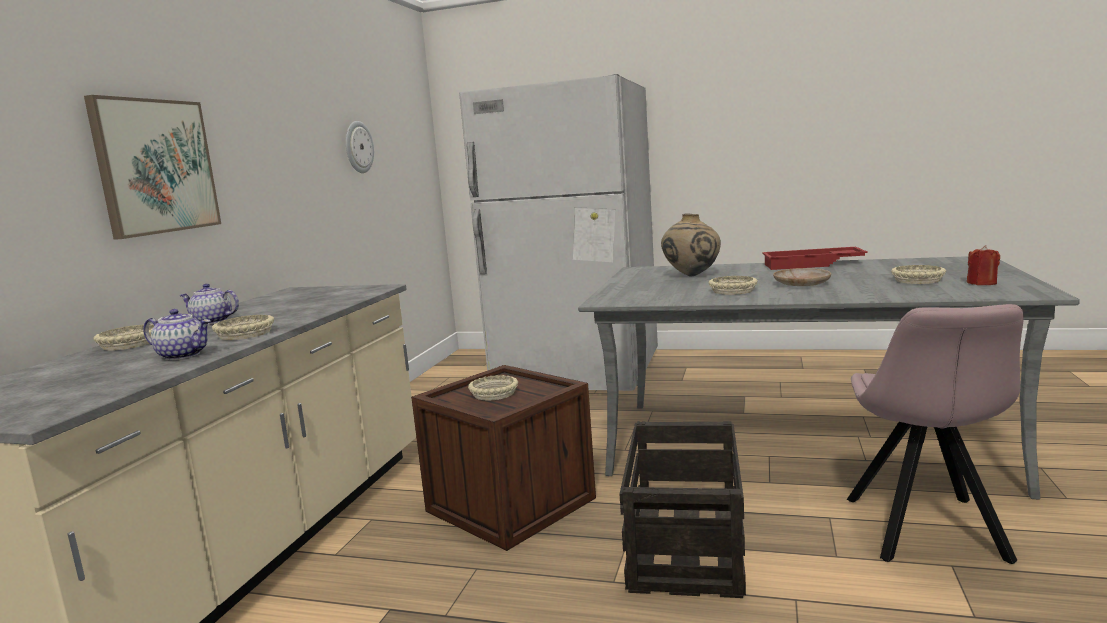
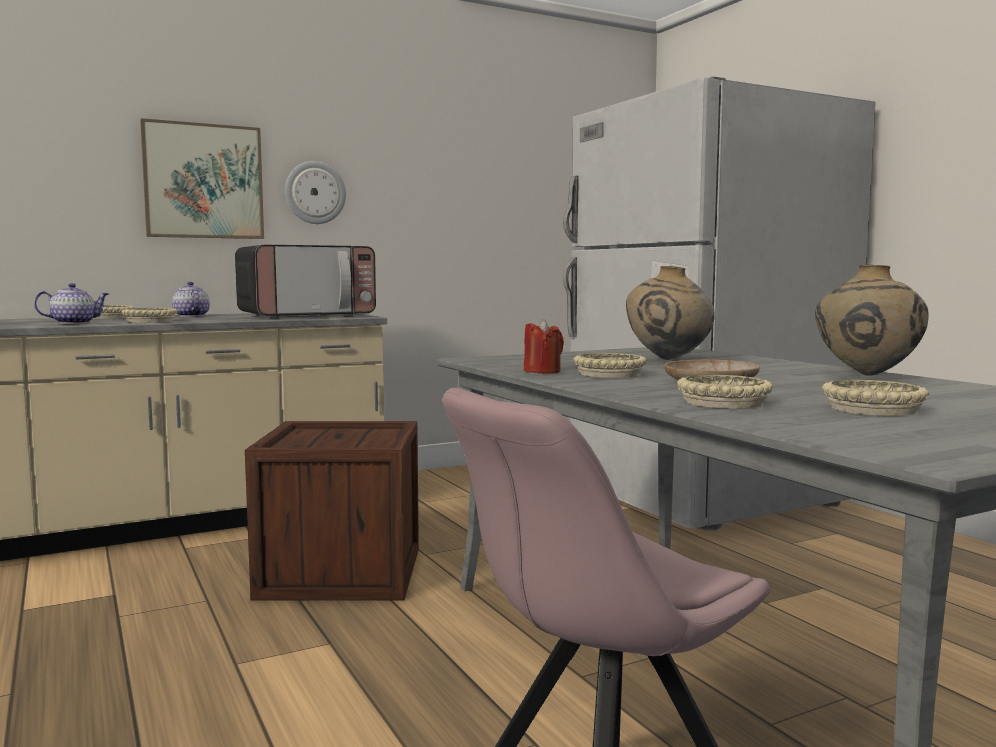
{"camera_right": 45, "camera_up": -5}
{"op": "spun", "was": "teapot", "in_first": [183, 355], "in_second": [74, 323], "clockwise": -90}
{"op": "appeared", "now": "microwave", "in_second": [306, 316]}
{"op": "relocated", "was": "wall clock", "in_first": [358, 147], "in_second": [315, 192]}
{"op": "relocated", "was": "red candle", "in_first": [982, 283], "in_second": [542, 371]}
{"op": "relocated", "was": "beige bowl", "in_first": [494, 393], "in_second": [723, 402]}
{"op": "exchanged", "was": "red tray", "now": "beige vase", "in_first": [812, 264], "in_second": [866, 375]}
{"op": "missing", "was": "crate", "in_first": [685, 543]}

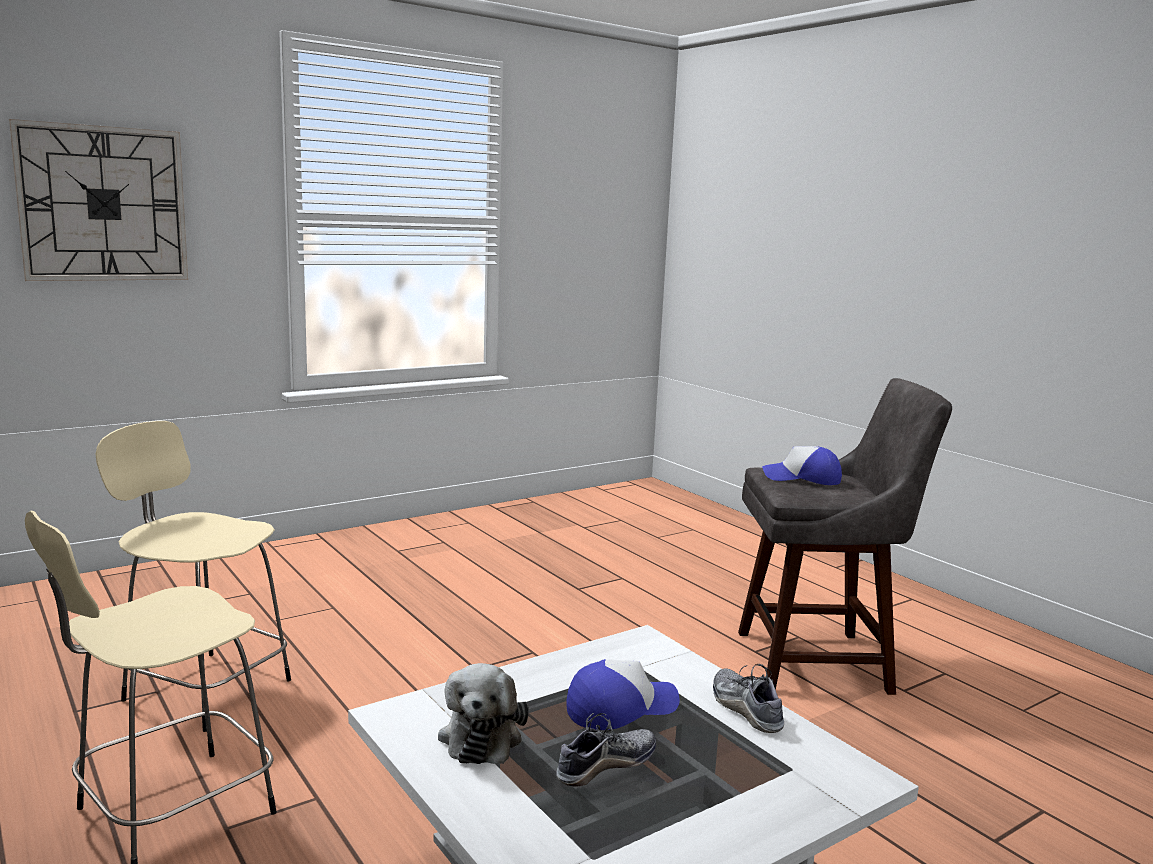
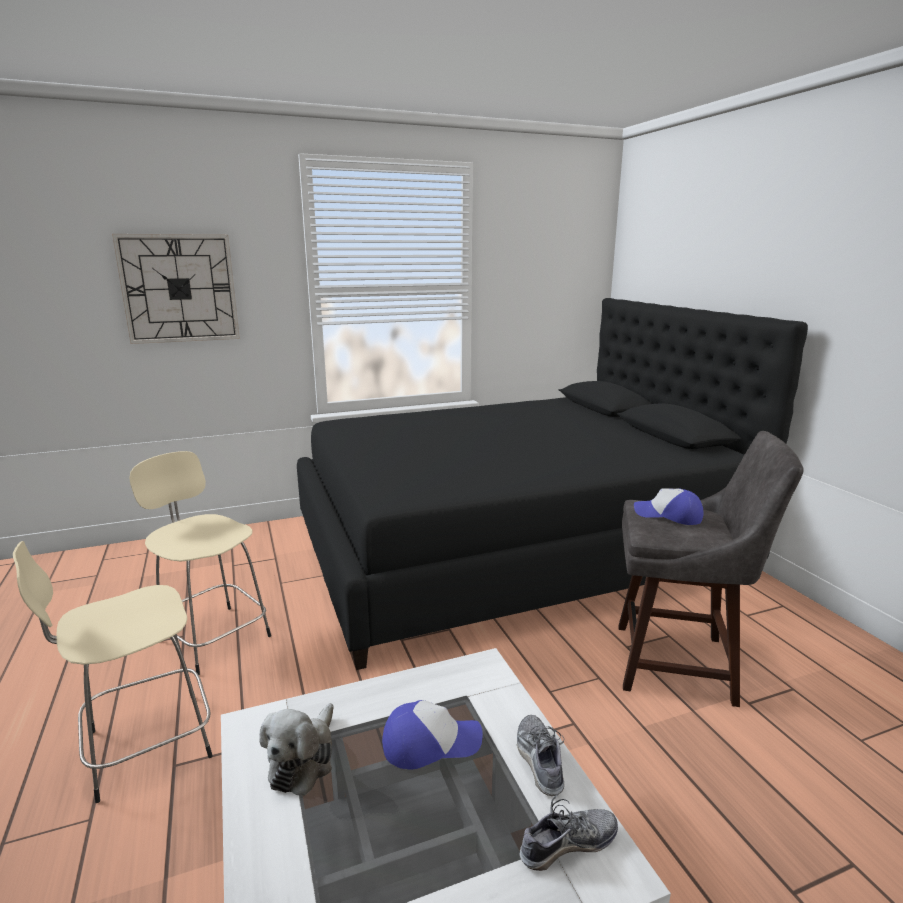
{"camera_right": 15, "camera_up": 5}
{"op": "appeared", "now": "black bed", "in_second": [514, 546]}
{"op": "relocated", "was": "shoe", "in_first": [605, 765], "in_second": [567, 844]}

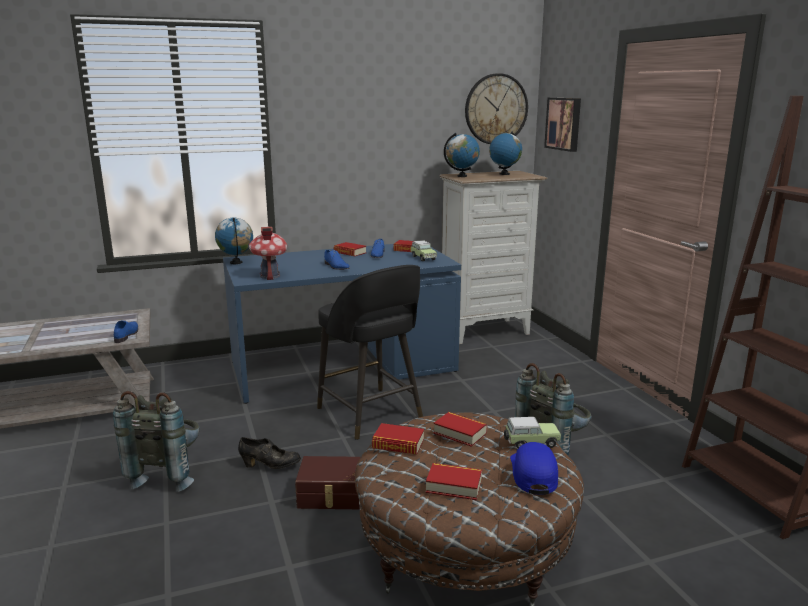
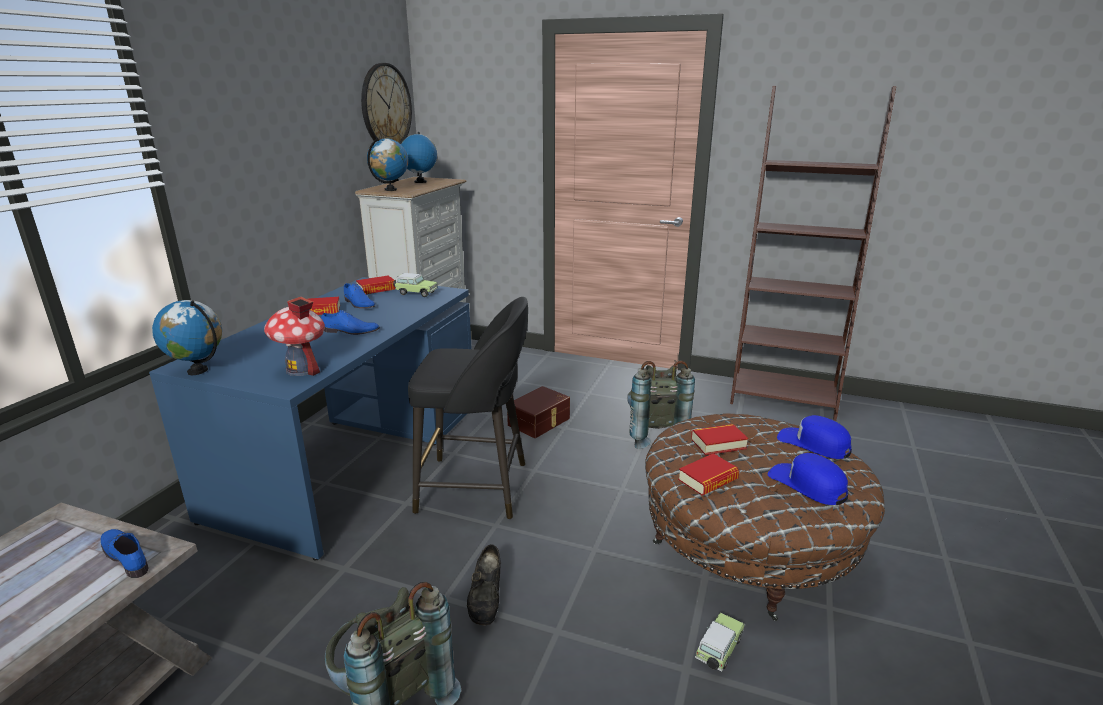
{"camera_right": -50, "camera_up": 5}
{"op": "spun", "was": "black shoe", "in_first": [270, 466], "in_second": [486, 601], "clockwise": 135}
{"op": "relocated", "was": "brown storage box", "in_first": [332, 496], "in_second": [540, 422]}
{"op": "relocated", "was": "toy car", "in_first": [530, 443], "in_second": [718, 651]}
{"op": "exchanged", "was": "book", "now": "blue cap", "in_first": [454, 486], "in_second": [807, 485]}
{"op": "missing", "was": "picture", "in_first": [564, 124]}

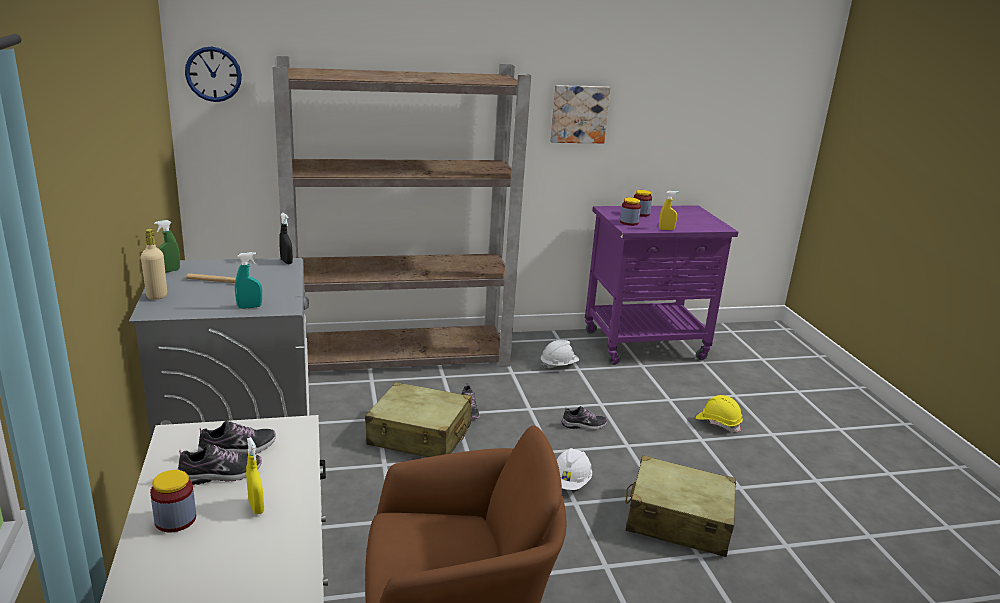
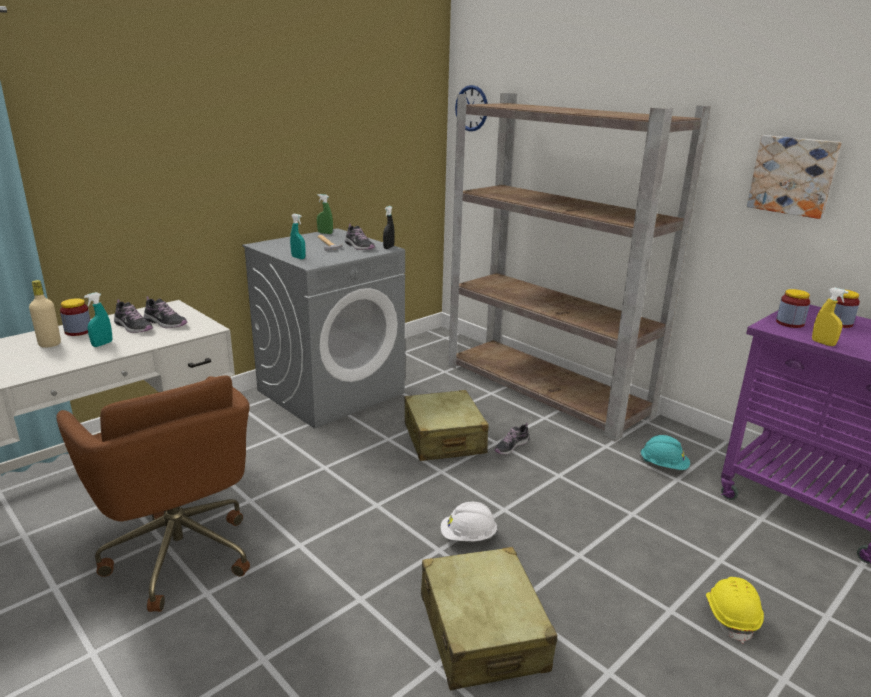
{"camera_right": 60, "camera_up": 0}
{"op": "relocated", "was": "beige bottle", "in_first": [157, 296], "in_second": [50, 344]}
{"op": "colour", "was": "yellow spray bottle", "now": "turquoise spray bottle", "in_first": [256, 507], "in_second": [102, 344]}
{"op": "relocated", "was": "shoe", "in_first": [584, 425], "in_second": [359, 246]}
{"op": "colour", "was": "white hard hat", "now": "turquoise hard hat", "in_first": [558, 365], "in_second": [663, 466]}

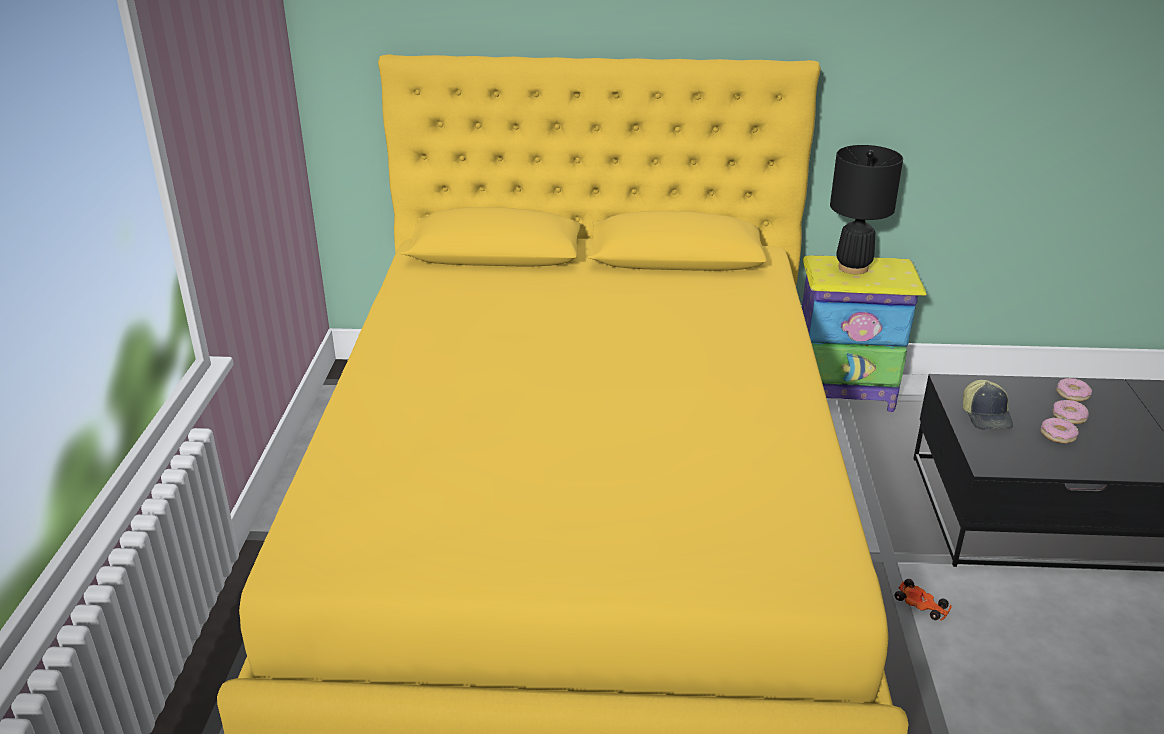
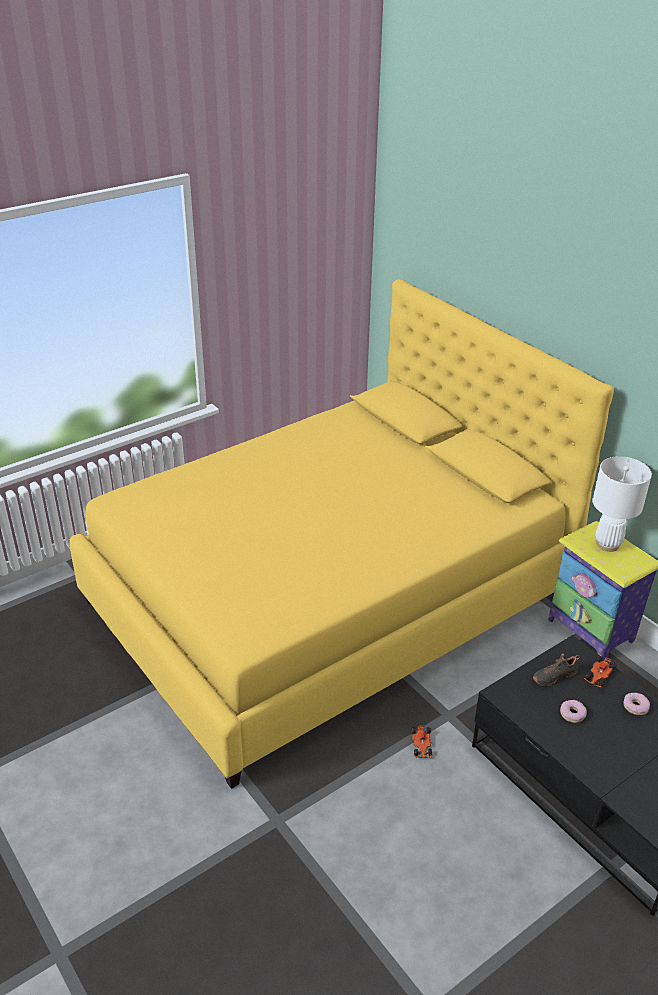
{"camera_right": 50, "camera_up": 5}
{"op": "exchanged", "was": "cap", "now": "black shoe", "in_first": [986, 416], "in_second": [553, 675]}
{"op": "appeared", "now": "toy car", "in_second": [599, 675]}
{"op": "colour", "was": "black table lamp", "now": "white table lamp", "in_first": [853, 267], "in_second": [607, 544]}
{"op": "missing", "was": "donut", "in_first": [1069, 416]}

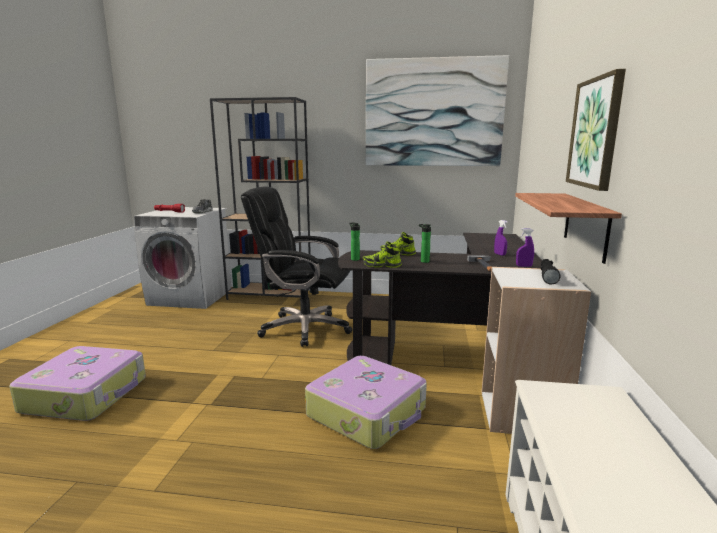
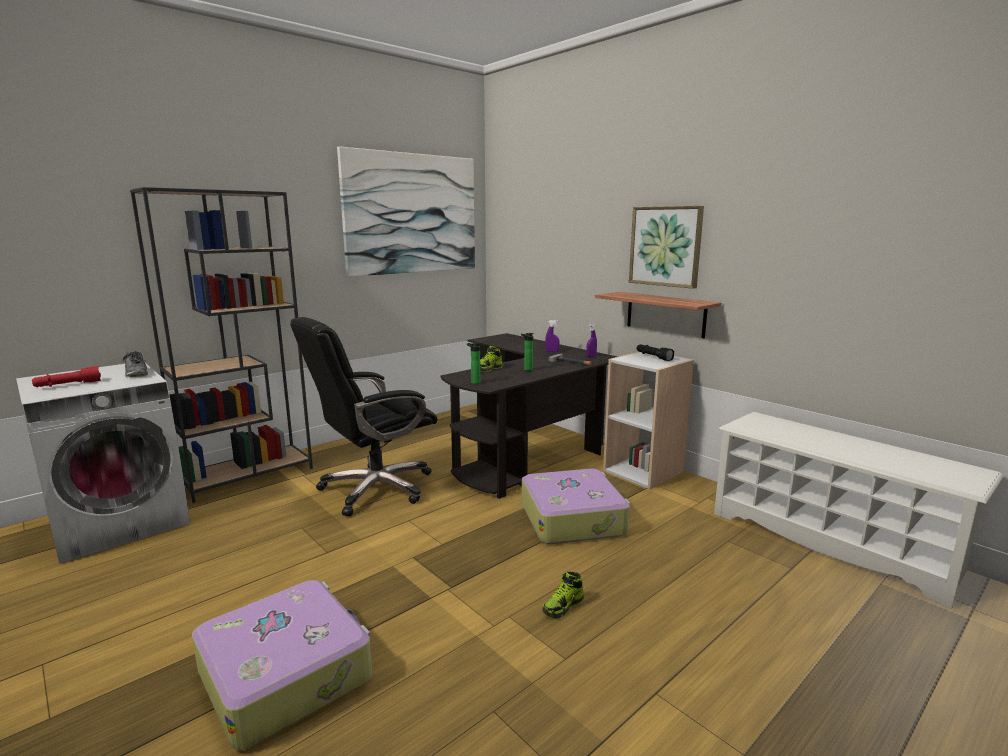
{"camera_right": -50, "camera_up": 0}
{"op": "relocated", "was": "shoe", "in_first": [382, 265], "in_second": [563, 606]}

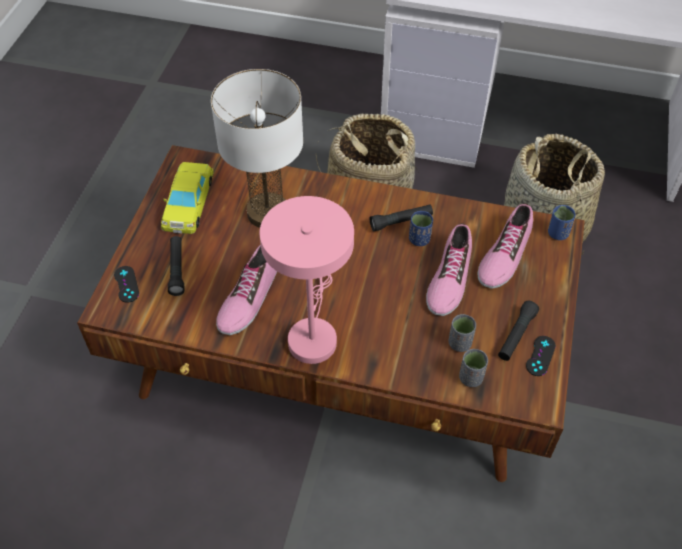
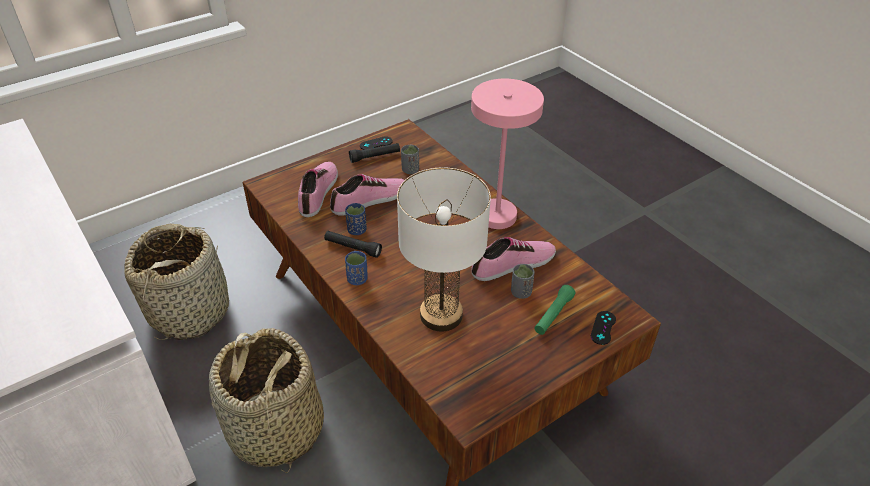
{"camera_right": -140, "camera_up": -10}
{"op": "spun", "was": "shoe", "in_first": [504, 254], "in_second": [319, 192], "clockwise": -60}
{"op": "relocated", "was": "blue cup", "in_first": [557, 233], "in_second": [357, 279]}
{"op": "relocated", "was": "grey cup", "in_first": [471, 378], "in_second": [521, 292]}
{"op": "colour", "was": "black flashlight", "now": "green flashlight", "in_first": [177, 269], "in_second": [553, 315]}
{"op": "missing", "was": "yellow toy car", "in_first": [188, 202]}

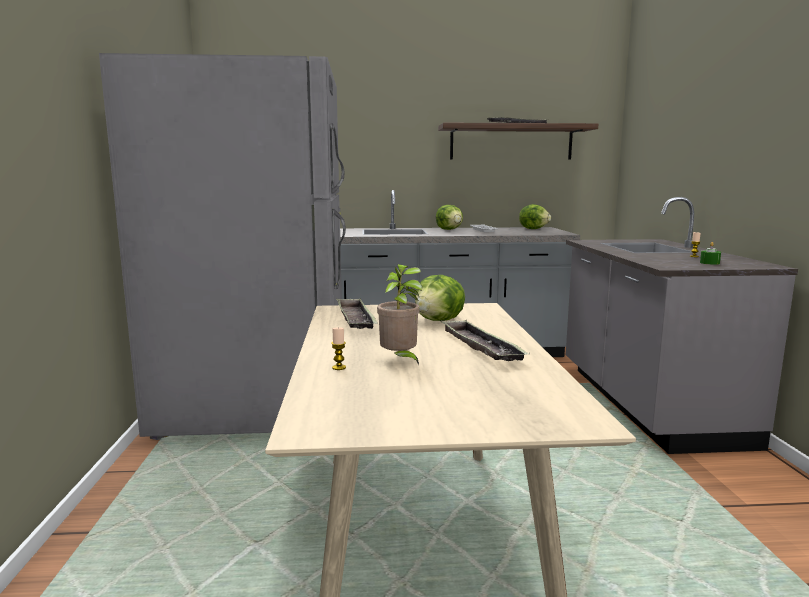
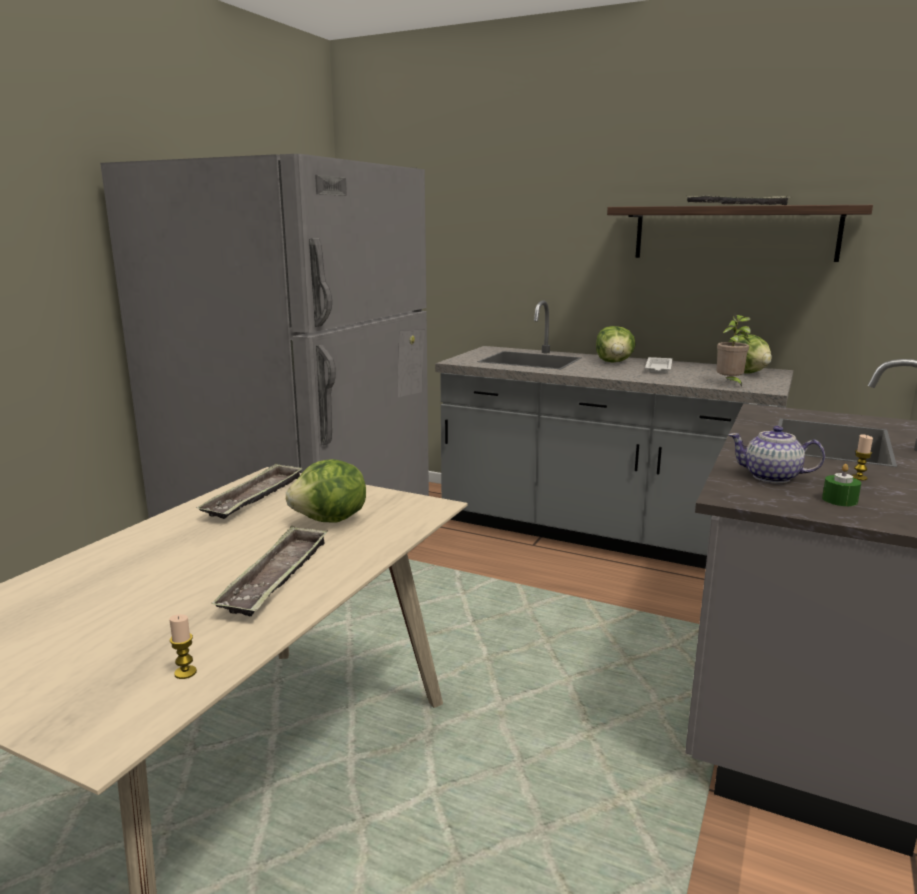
{"camera_right": 30, "camera_up": 5}
{"op": "relocated", "was": "candle", "in_first": [339, 367], "in_second": [185, 672]}
{"op": "relocated", "was": "potted plant", "in_first": [400, 360], "in_second": [729, 384]}
{"op": "appeared", "now": "teapot", "in_second": [772, 477]}

